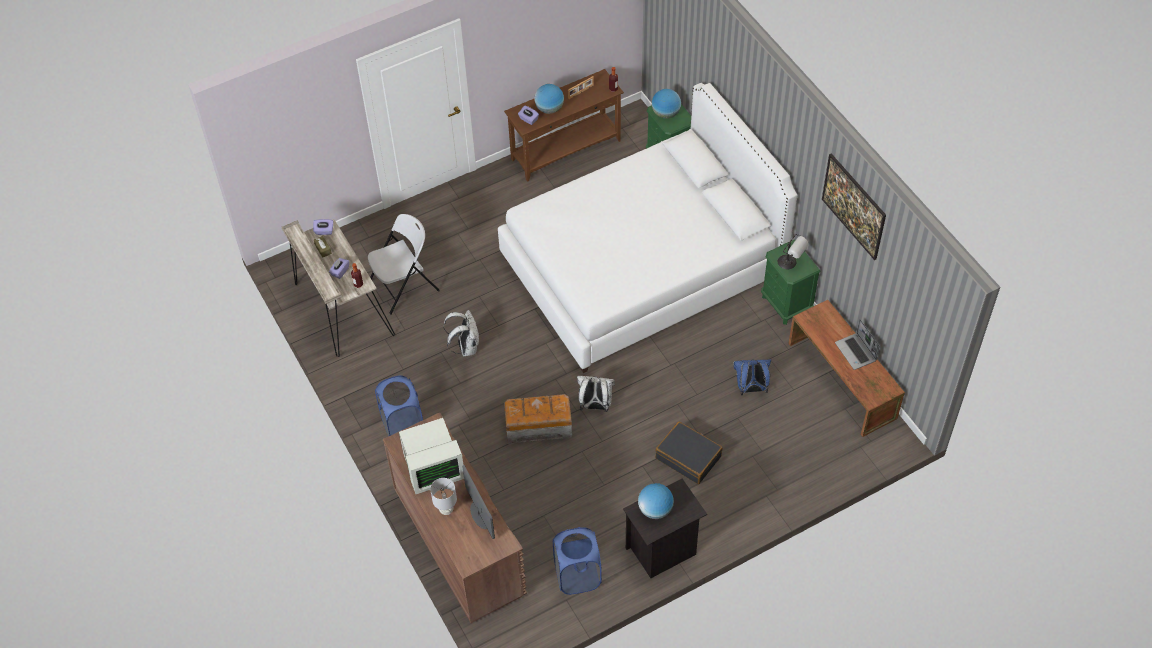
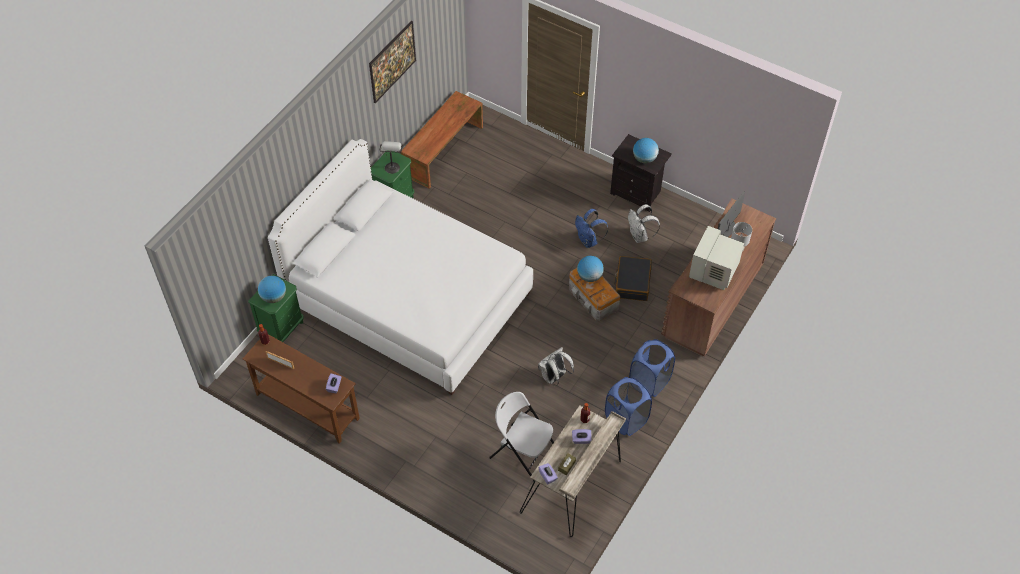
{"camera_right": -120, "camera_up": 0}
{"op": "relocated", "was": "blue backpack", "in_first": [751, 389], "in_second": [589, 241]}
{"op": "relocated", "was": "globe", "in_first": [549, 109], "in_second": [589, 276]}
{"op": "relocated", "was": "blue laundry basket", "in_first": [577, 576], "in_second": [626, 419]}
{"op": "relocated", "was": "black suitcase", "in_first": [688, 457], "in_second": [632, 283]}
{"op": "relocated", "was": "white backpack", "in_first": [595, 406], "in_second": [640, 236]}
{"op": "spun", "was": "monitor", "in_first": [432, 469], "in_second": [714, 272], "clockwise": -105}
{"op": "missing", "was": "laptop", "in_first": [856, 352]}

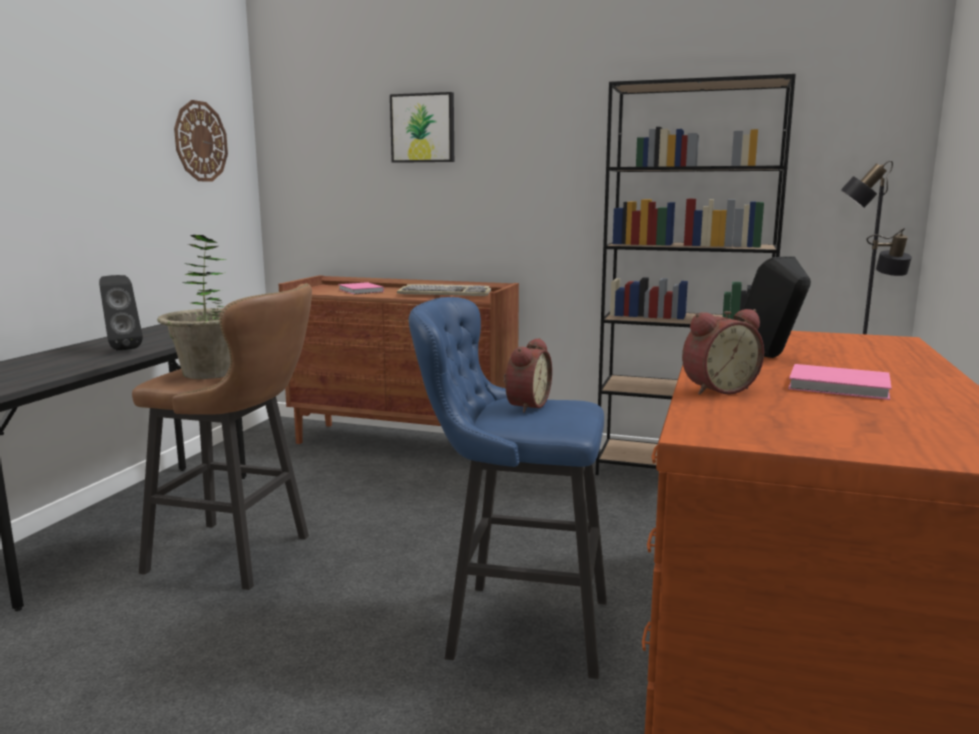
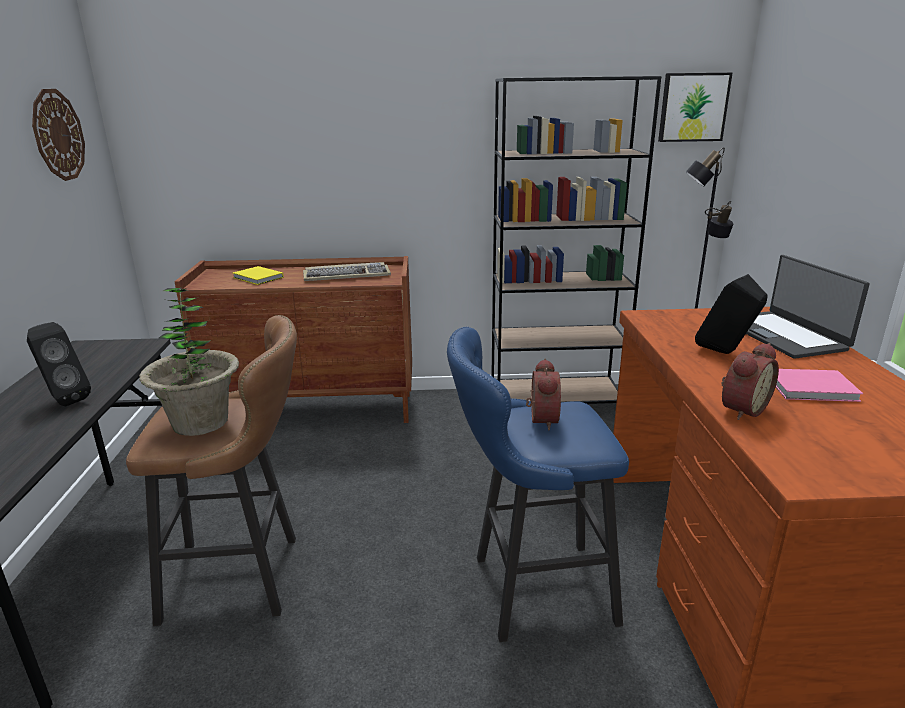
{"camera_right": -20, "camera_up": 10}
{"op": "colour", "was": "pink book", "now": "yellow book", "in_first": [360, 291], "in_second": [258, 278]}
{"op": "relocated", "was": "picture", "in_first": [423, 128], "in_second": [693, 107]}
{"op": "appeared", "now": "laptop", "in_second": [783, 334]}

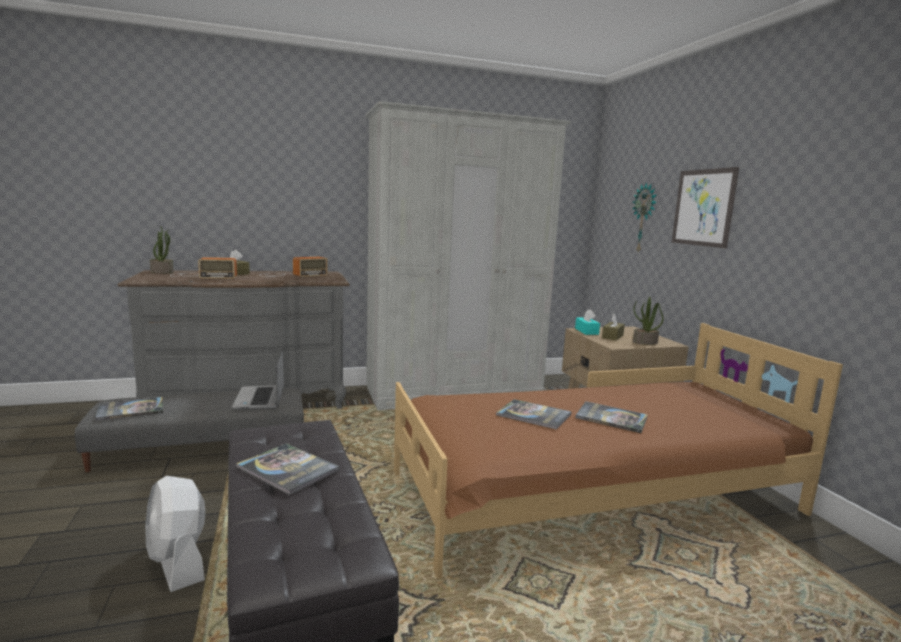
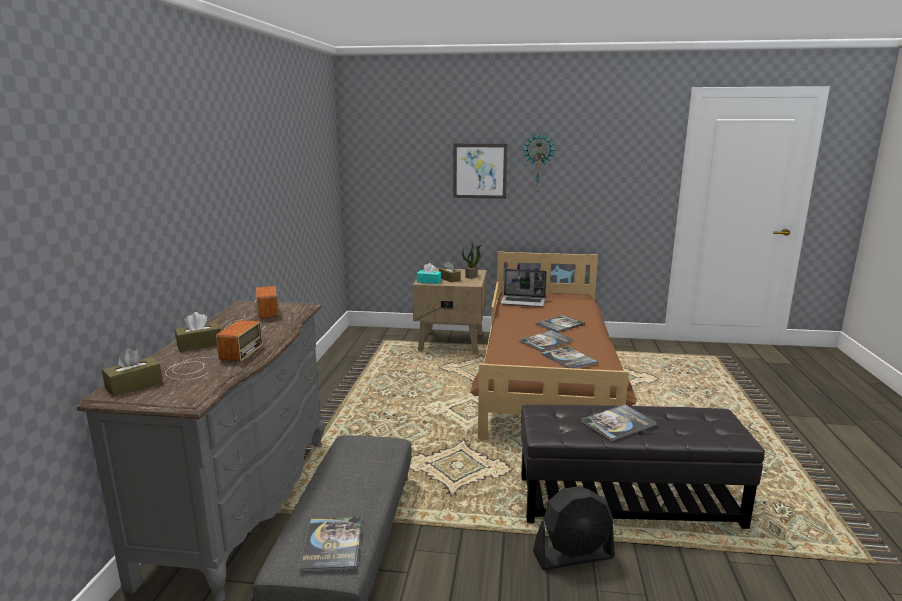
{"camera_right": -65, "camera_up": 5}
{"op": "exchanged", "was": "potted plant", "now": "brown tissue box", "in_first": [162, 272], "in_second": [134, 385]}
{"op": "relocated", "was": "laptop", "in_first": [260, 399], "in_second": [523, 302]}
{"op": "relocated", "was": "wall clock", "in_first": [644, 218], "in_second": [538, 163]}
{"op": "colour", "was": "white fan", "now": "black fan", "in_first": [178, 562], "in_second": [573, 555]}
{"op": "appeared", "now": "book", "in_second": [569, 359]}
{"op": "missing", "was": "white wardrobe", "in_first": [454, 392]}

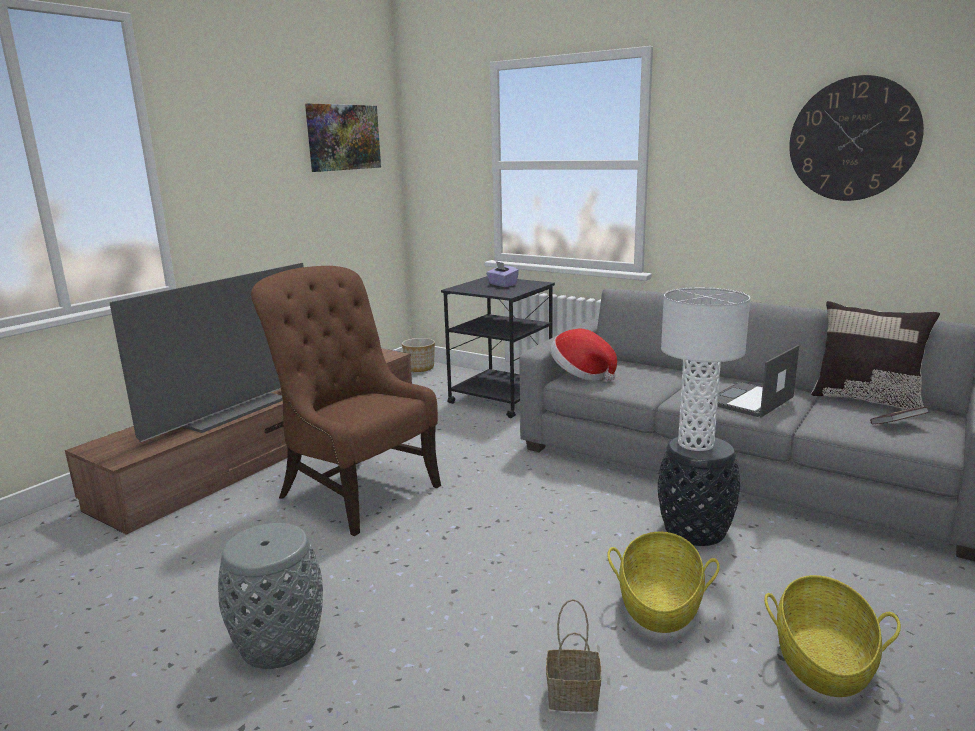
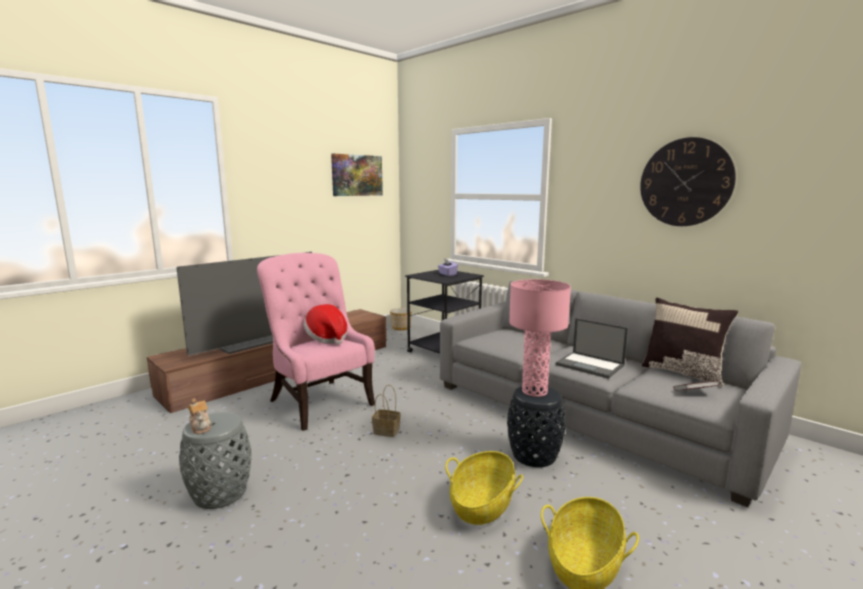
{"camera_right": 10, "camera_up": -5}
{"op": "appeared", "now": "teapot", "in_second": [201, 427]}
{"op": "colour", "was": "brown armchair", "now": "pink armchair", "in_first": [357, 491], "in_second": [319, 402]}
{"op": "relocated", "was": "hat", "in_first": [581, 374], "in_second": [327, 338]}
{"op": "relocated", "was": "basket", "in_first": [571, 697], "in_second": [385, 431]}
{"op": "colour", "was": "white table lamp", "now": "pink table lamp", "in_first": [696, 444], "in_second": [535, 391]}
{"op": "spun", "was": "laptop", "in_first": [749, 400], "in_second": [590, 365], "clockwise": -105}

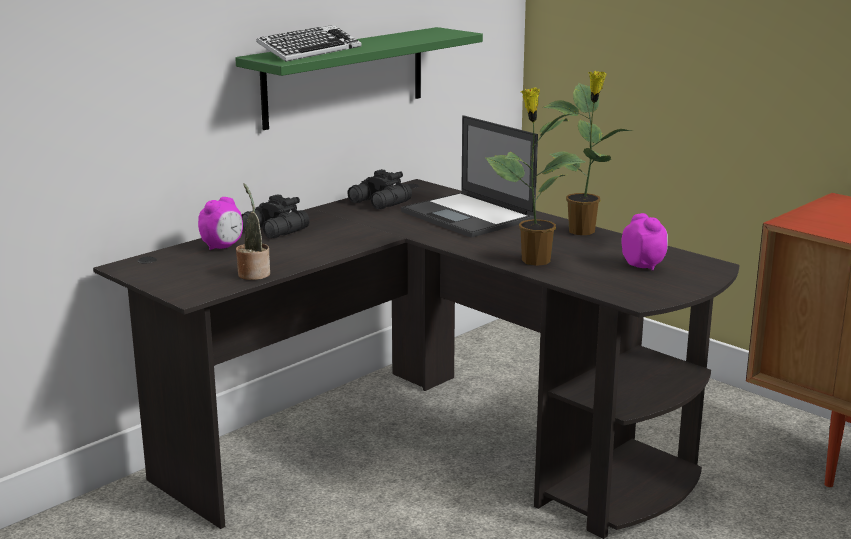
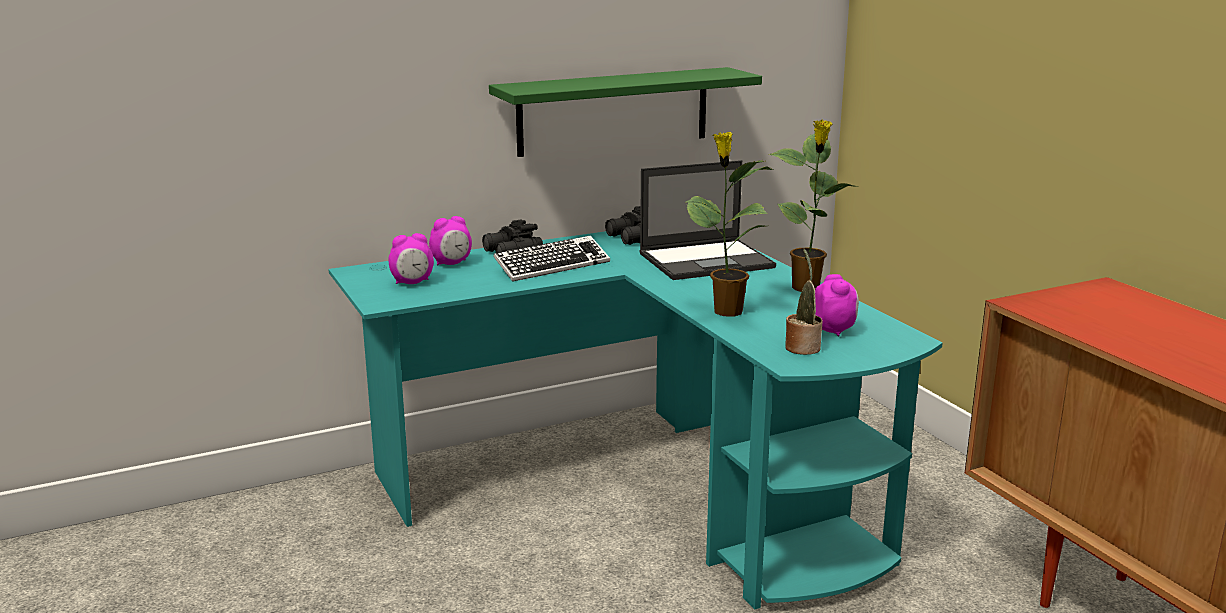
{"camera_right": 20, "camera_up": 0}
{"op": "colour", "was": "black desk", "now": "turquoise desk", "in_first": [425, 448], "in_second": [639, 488]}
{"op": "appeared", "now": "alarm clock", "in_second": [412, 283]}
{"op": "relocated", "was": "keyboard", "in_first": [310, 51], "in_second": [552, 266]}
{"op": "spun", "was": "laptop", "in_first": [469, 216], "in_second": [707, 260], "clockwise": -90}
{"op": "relocated", "was": "potted plant", "in_first": [253, 273], "in_second": [802, 347]}

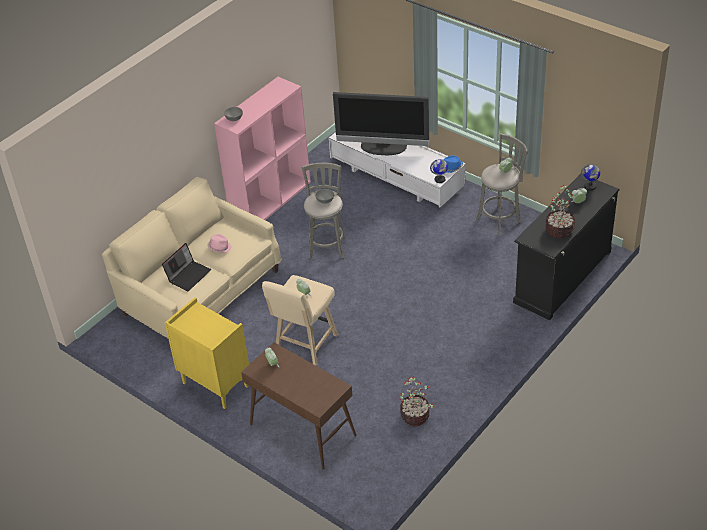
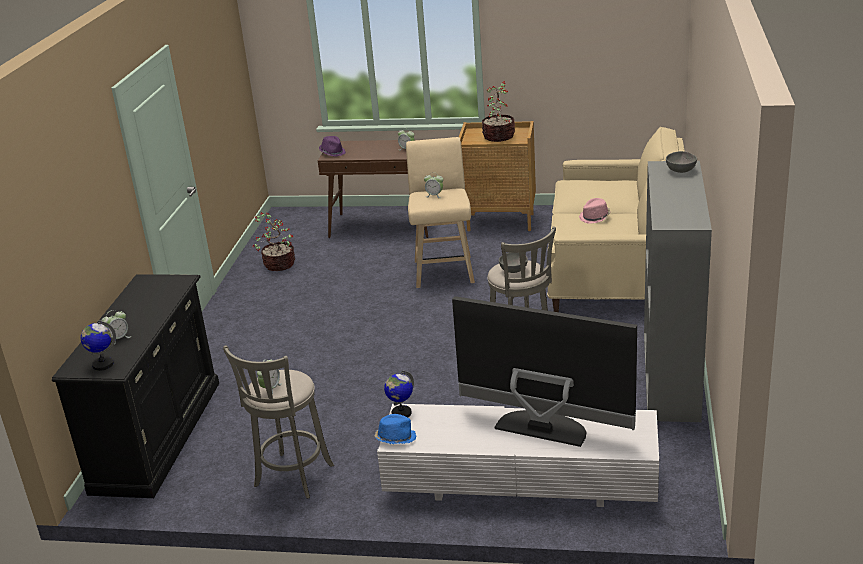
{"camera_right": 150, "camera_up": -15}
{"op": "appeared", "now": "purple hat", "in_second": [332, 152]}
{"op": "spun", "was": "television", "in_first": [383, 148], "in_second": [543, 426], "clockwise": 45}
{"op": "colour", "was": "yellow cabinet", "now": "brown cabinet", "in_first": [215, 384], "in_second": [501, 222]}
{"op": "relocated", "was": "potted plant", "in_first": [559, 229], "in_second": [499, 137]}
{"op": "colour", "was": "pink bookcase", "now": "grey bookcase", "in_first": [270, 200], "in_second": [672, 377]}
{"op": "missing", "was": "laptop", "in_first": [188, 275]}

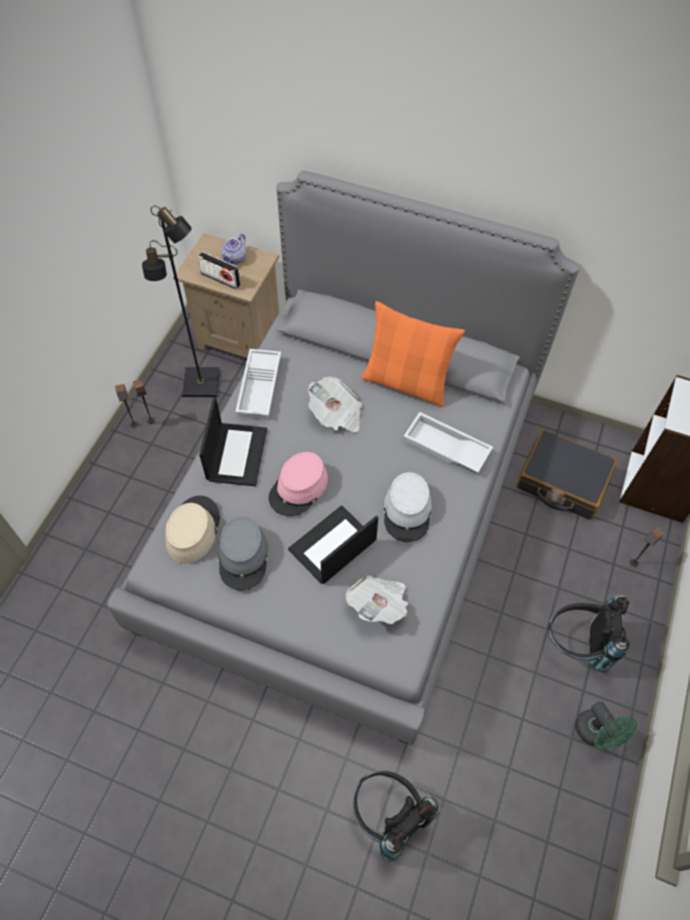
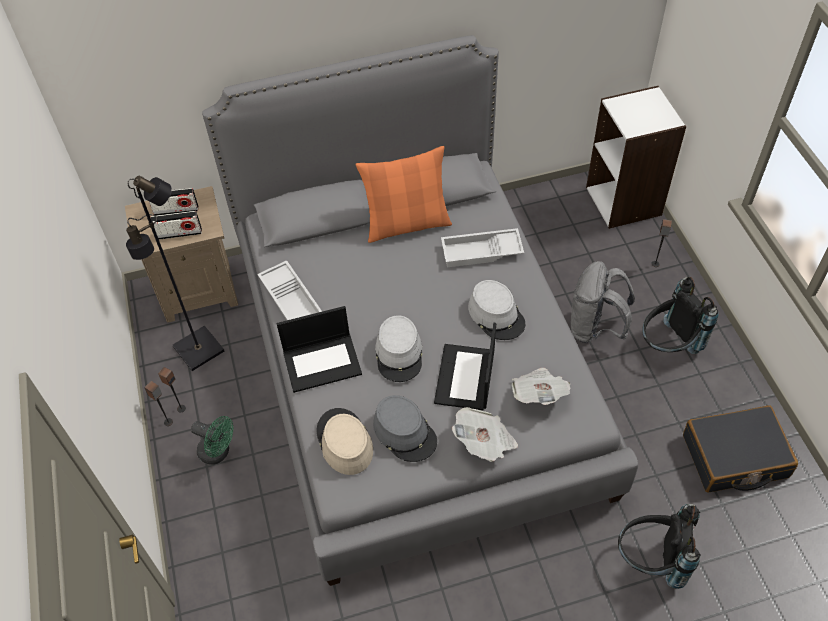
{"camera_right": -35, "camera_up": -5}
{"op": "exchanged", "was": "teapot", "now": "radio", "in_first": [235, 259], "in_second": [176, 210]}
{"op": "relocated", "was": "green fan", "in_first": [596, 733], "in_second": [218, 452]}
{"op": "spun", "was": "laptop", "in_first": [236, 453], "in_second": [322, 362], "clockwise": 105}
{"op": "colour", "was": "pink hat", "now": "grey hat", "in_first": [299, 488], "in_second": [399, 353]}
{"op": "relocated", "was": "newspaper", "in_first": [336, 414], "in_second": [484, 442]}
{"op": "appeared", "now": "grey backpack", "in_second": [595, 328]}
{"op": "relocated", "was": "black suitcase", "in_first": [562, 481], "in_second": [734, 457]}

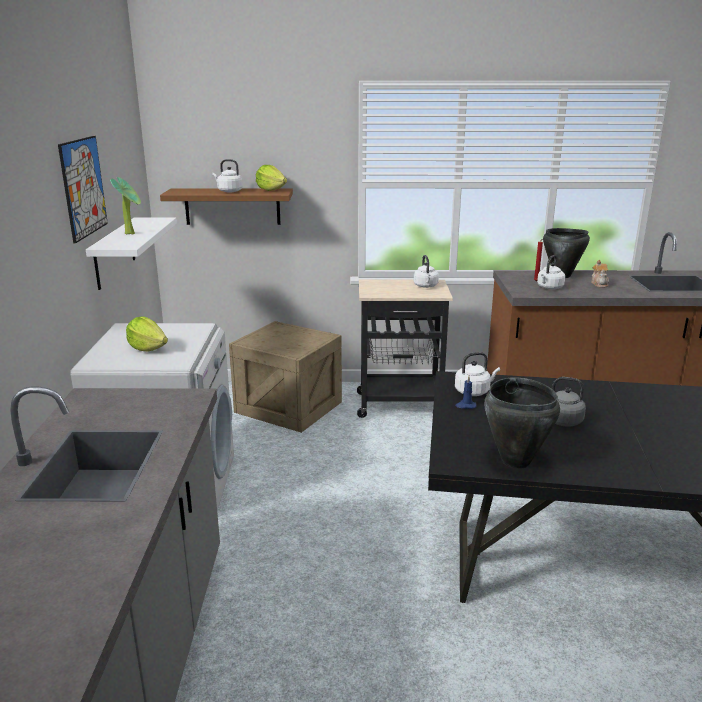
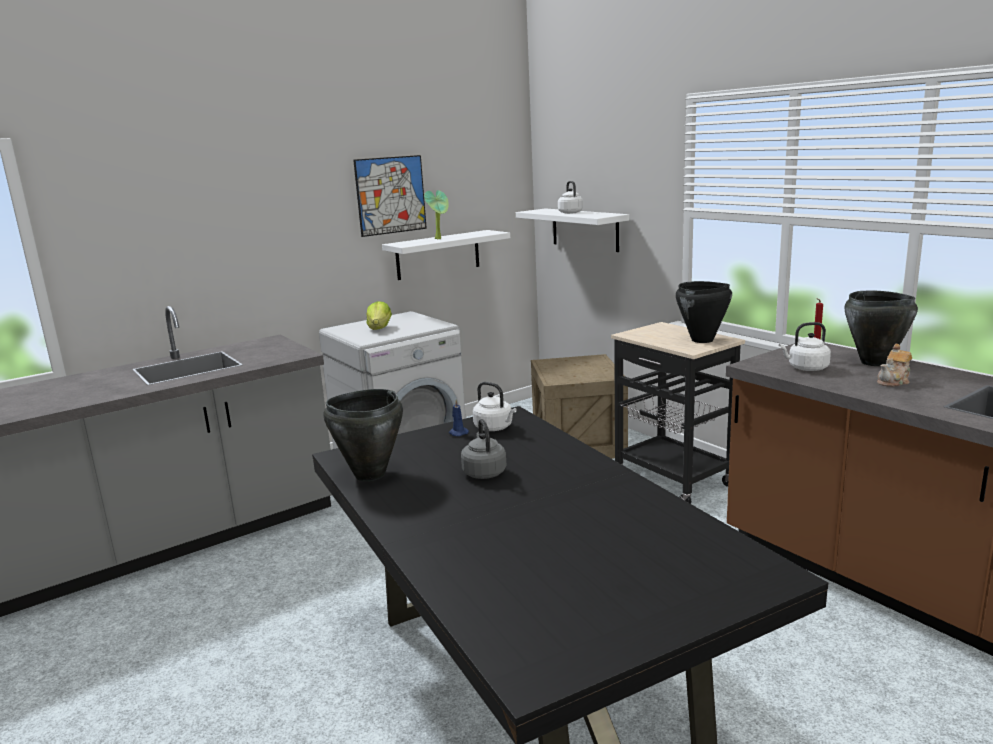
{"camera_right": 55, "camera_up": -5}
{"op": "colour", "was": "brown shelf", "now": "white shelf", "in_first": [232, 206], "in_second": [585, 229]}
{"op": "exchanged", "was": "white kettle", "now": "black cooking pot", "in_first": [426, 286], "in_second": [702, 340]}
{"op": "missing", "was": "lettuce", "in_first": [271, 190]}

